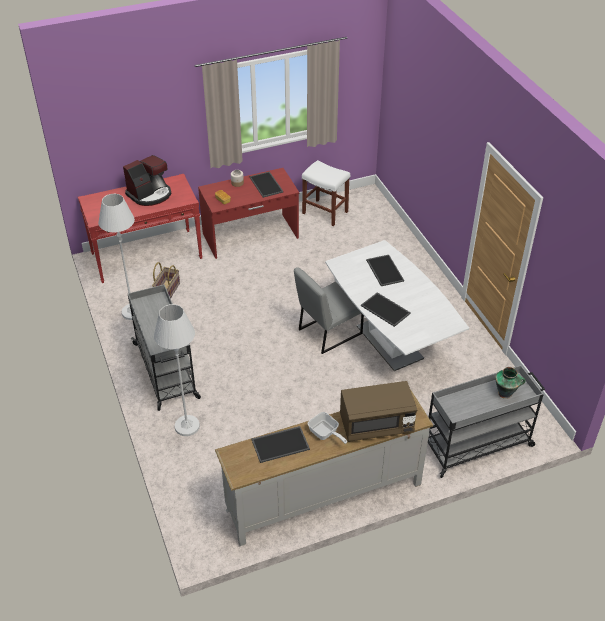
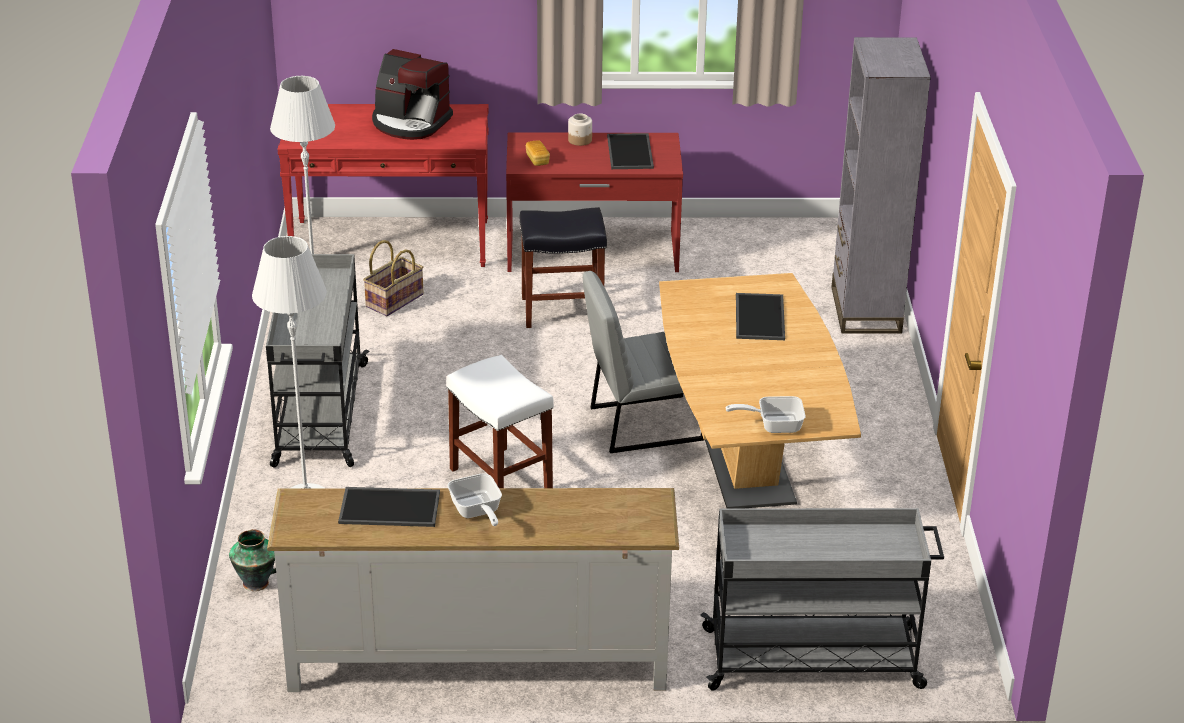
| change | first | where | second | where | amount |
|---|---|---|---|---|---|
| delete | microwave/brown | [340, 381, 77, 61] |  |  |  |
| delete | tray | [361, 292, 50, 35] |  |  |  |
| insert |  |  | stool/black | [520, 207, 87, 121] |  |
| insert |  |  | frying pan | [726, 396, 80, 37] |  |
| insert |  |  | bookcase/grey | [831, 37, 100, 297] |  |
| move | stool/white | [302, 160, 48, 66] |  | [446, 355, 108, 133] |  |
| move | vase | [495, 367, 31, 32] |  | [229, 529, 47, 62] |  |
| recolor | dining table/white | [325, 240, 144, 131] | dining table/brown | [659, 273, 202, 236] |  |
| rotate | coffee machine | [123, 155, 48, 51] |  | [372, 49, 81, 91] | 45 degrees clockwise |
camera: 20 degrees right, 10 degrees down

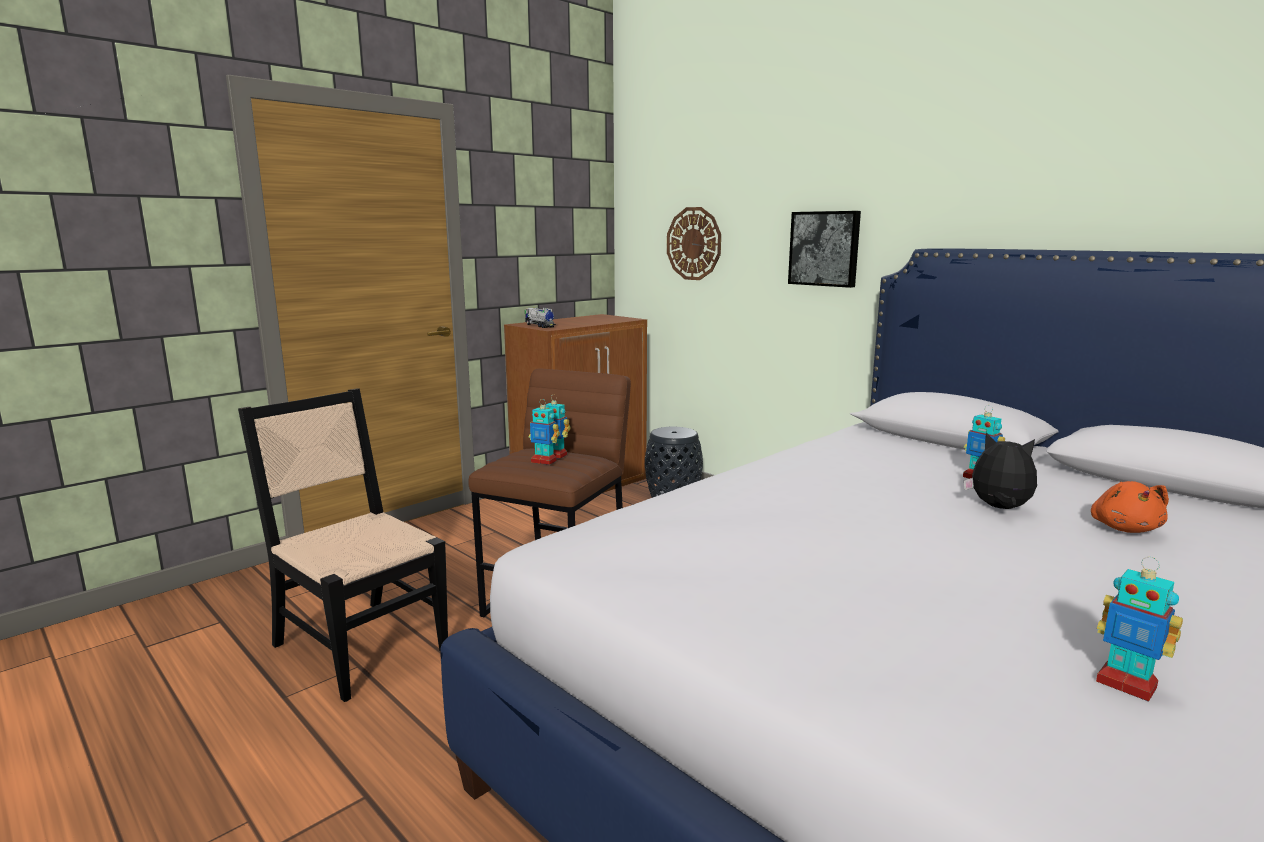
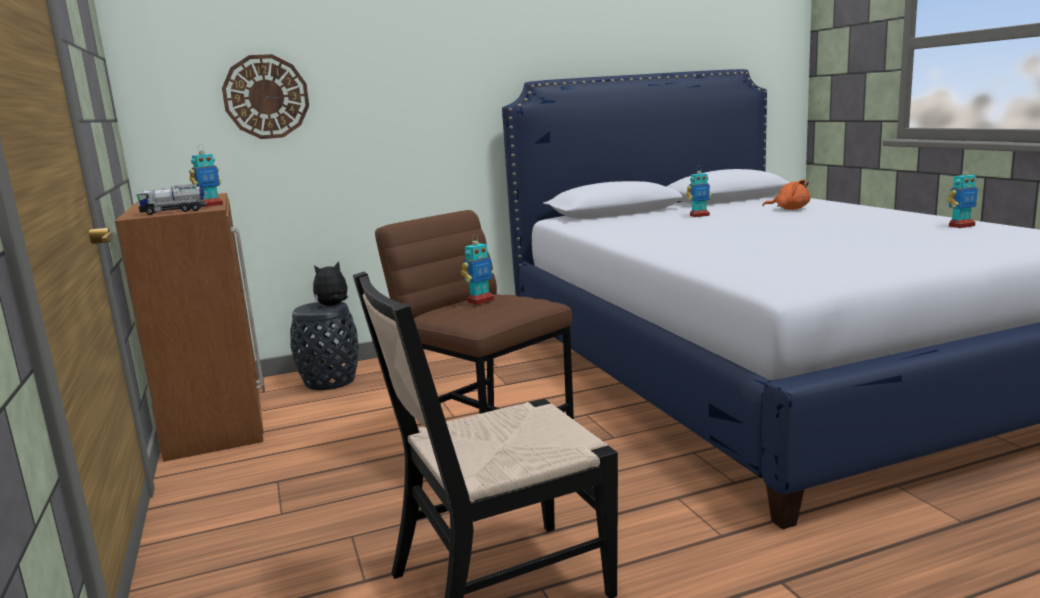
| change | first | where | second | where | amount |
|---|---|---|---|---|---|
| delete | picture | [788, 211, 73, 77] |  |  |  |
| move | toy robot | [529, 401, 31, 64] |  | [189, 145, 34, 62] |  |
| move | plush toy | [964, 433, 73, 76] |  | [313, 261, 35, 45] |  |
camera: 65 degrees left, 0 degrees up

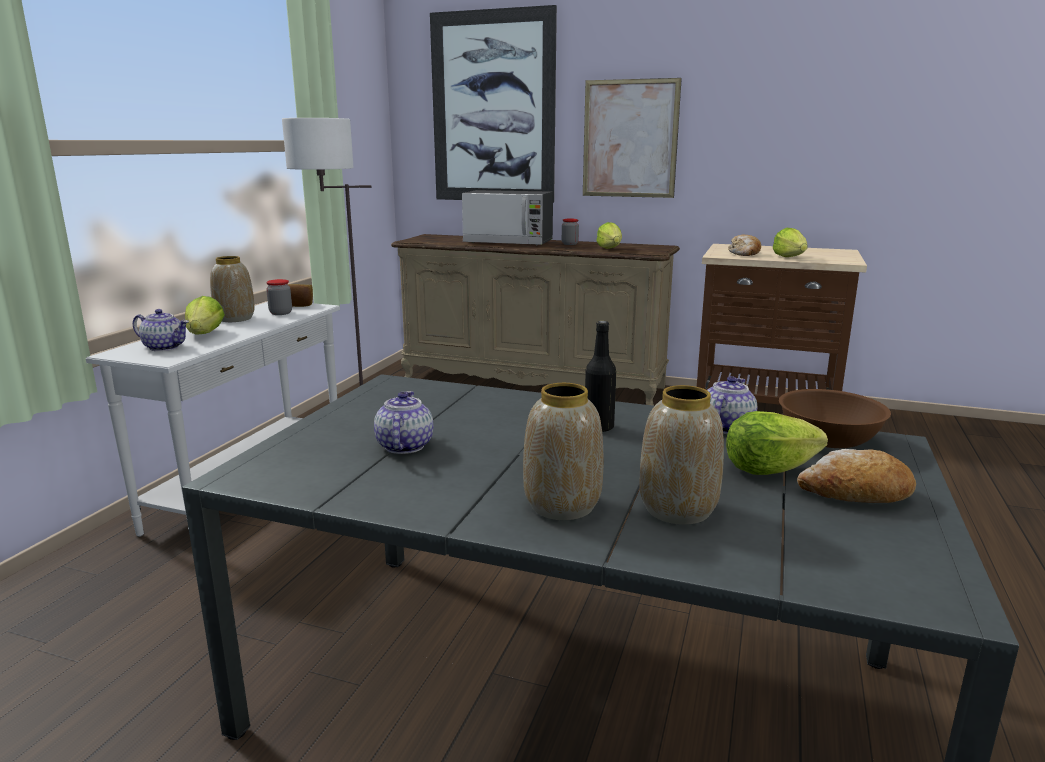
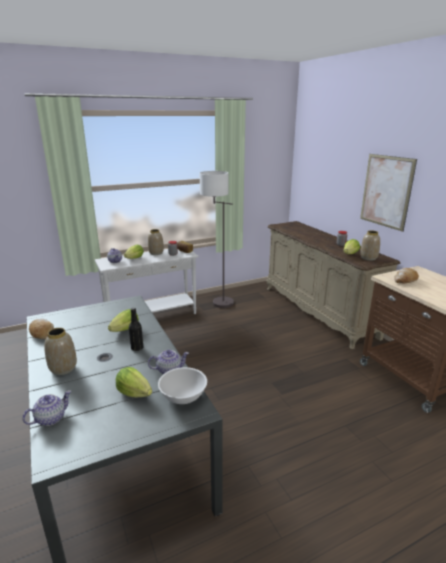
| change | first | where | second | where | amount |
|---|---|---|---|---|---|
| delete | picture | [430, 5, 127, 198] |  |  |  |
| delete | microwave | [462, 190, 91, 55] |  |  |  |
| move | teapot | [374, 391, 59, 63] |  | [22, 390, 49, 36] |  |
| move | vase | [640, 385, 84, 140] |  | [360, 230, 20, 31] |  |
| move | lettuce | [773, 228, 35, 29] |  | [108, 309, 31, 23] |  |
| move | bread | [797, 449, 119, 54] |  | [29, 319, 25, 20] |  |
| recolor | bowl/brown | [779, 389, 112, 59] | bowl/white | [158, 367, 49, 37] |  |
camera: 45 degrees right, 5 degrees up

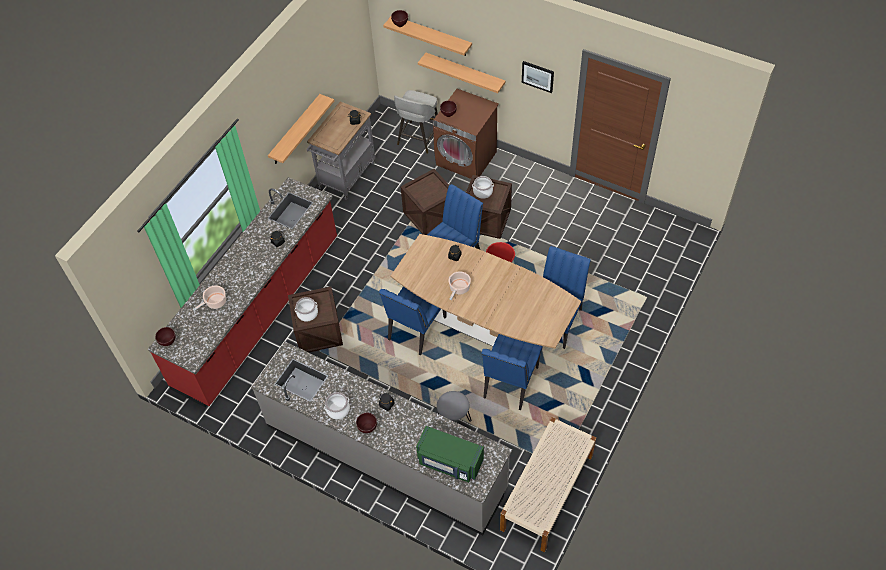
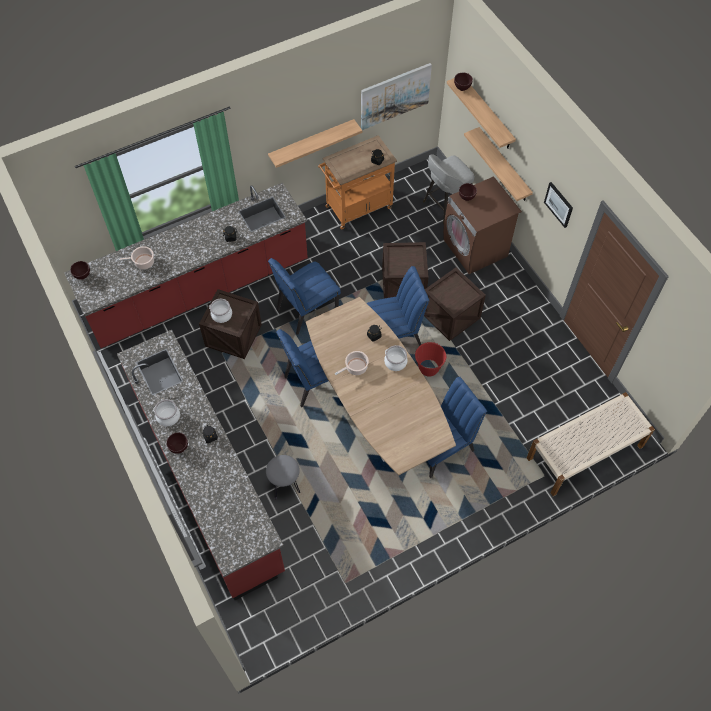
| change | first | where | second | where | amount |
|---|---|---|---|---|---|
| delete | microwave/green | [416, 426, 68, 57] |  |  |  |
| insert |  |  | picture | [361, 63, 71, 67] |  |
| move | cooking pot | [472, 176, 22, 23] |  | [384, 345, 24, 26] |  |
| move | chair/blue | [482, 334, 61, 76] |  | [268, 258, 73, 77] |  |
| move | bench/beige | [500, 417, 97, 136] |  | [526, 392, 129, 104] |  |
| recolor | counter/grey | [251, 342, 261, 193] | counter/red | [117, 330, 168, 270] |  |
| recolor | cart/grey | [306, 102, 69, 98] | cart/orange | [318, 135, 79, 94] |  |
camera: 30 degrees right, 5 degrees up

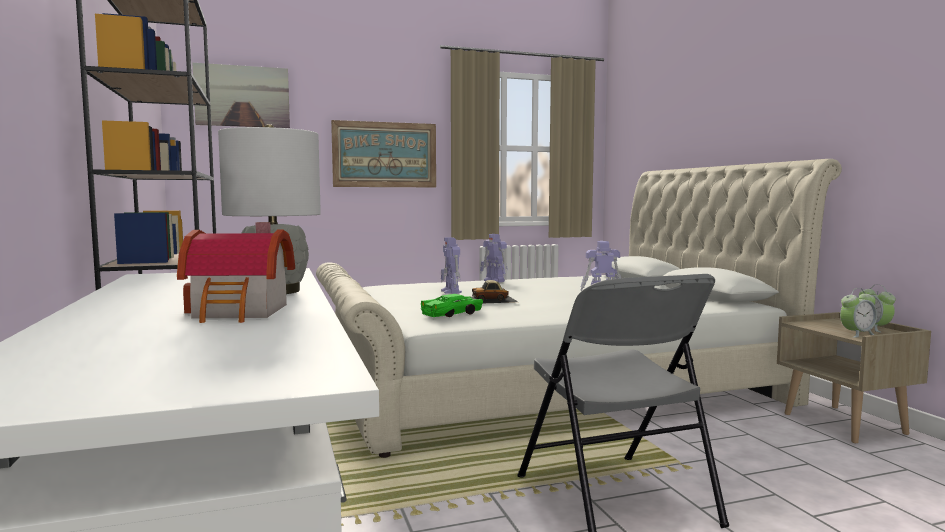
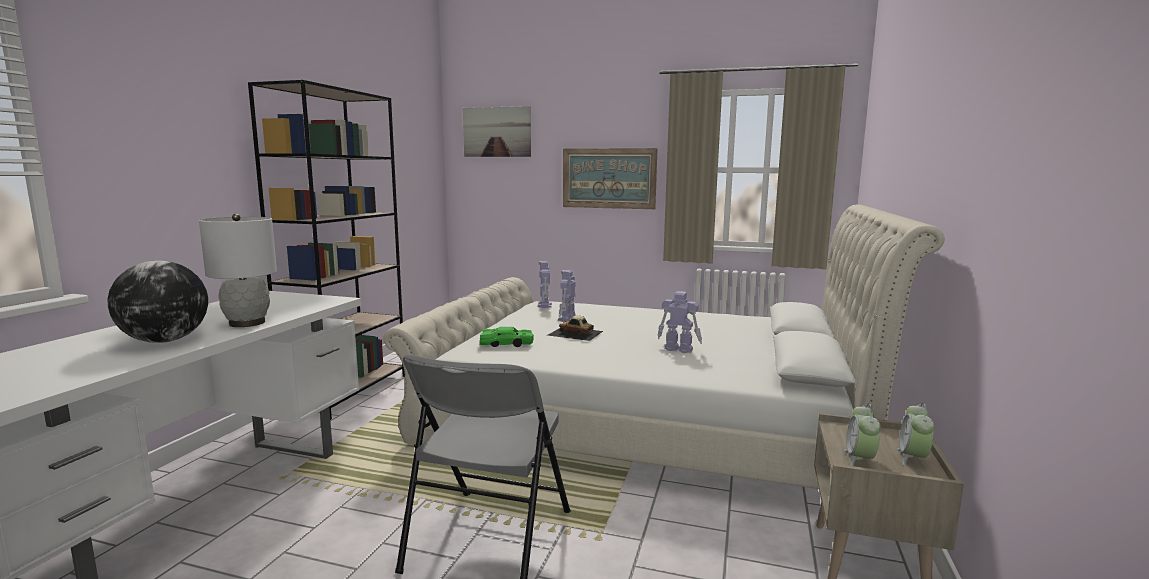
| change | first | where | second | where | amount |
|---|---|---|---|---|---|
| move | toy robot | [480, 234, 28, 48] |  | [538, 261, 14, 47] |  |
| replace | toy house | [177, 222, 118, 101] | globe | [108, 260, 100, 83] |  |
| rotate | alarm clock | [840, 288, 37, 50] |  | [844, 403, 37, 63] | 90 degrees clockwise |
camera: 35 degrees right, 5 degrees up

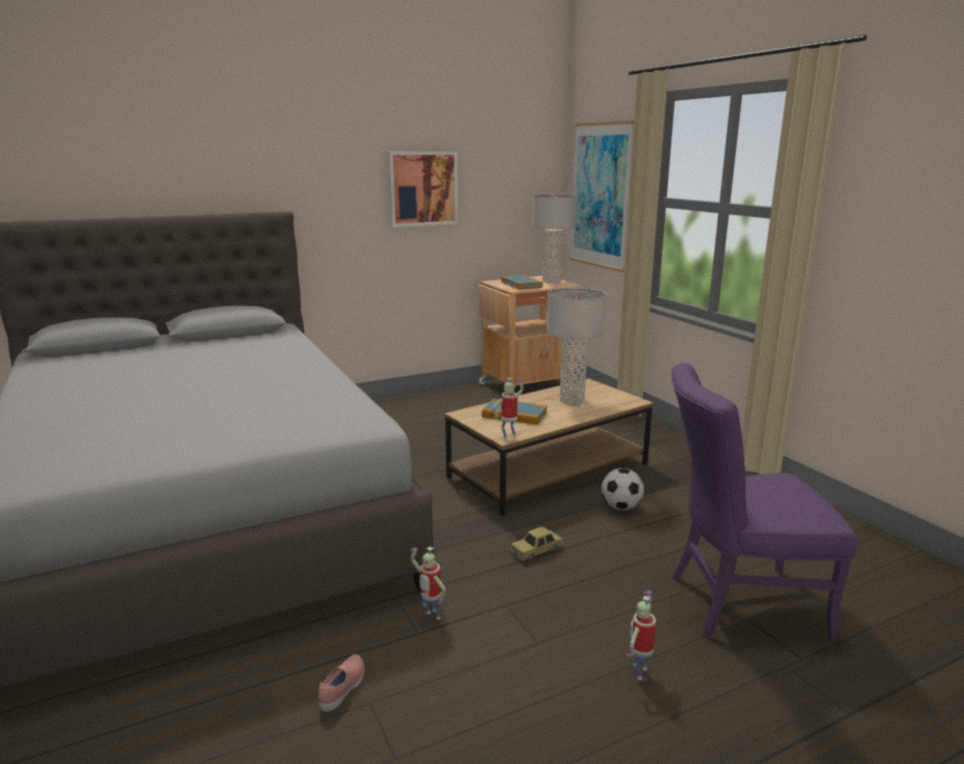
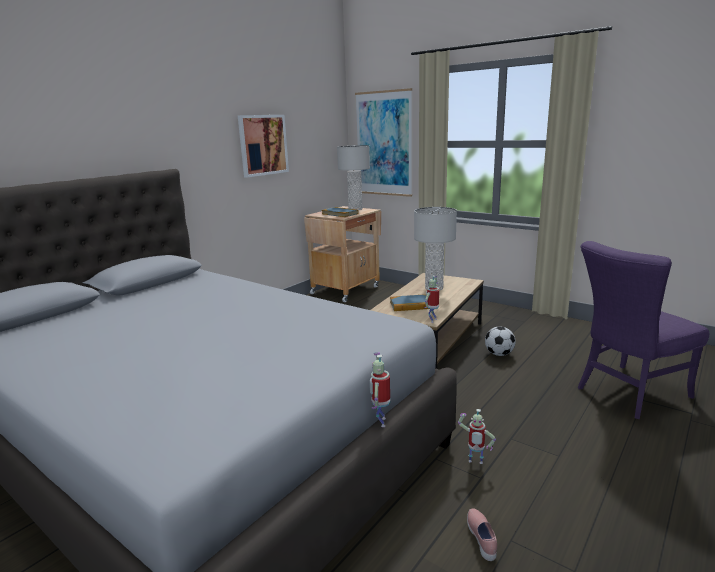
| change | first | where | second | where | amount |
|---|---|---|---|---|---|
| delete | toy car | [511, 527, 52, 34] |  |  |  |
| move | toy robot | [626, 590, 30, 90] |  | [370, 352, 20, 75] |  |
camera: 25 degrees left, 0 degrees up

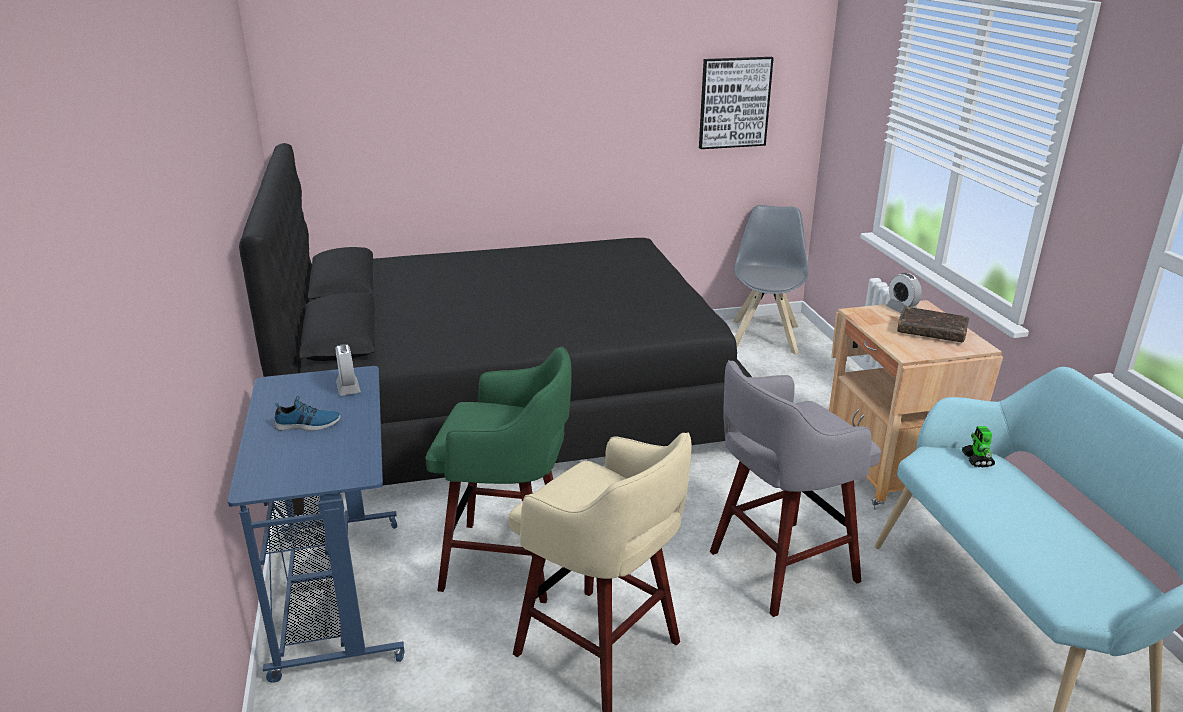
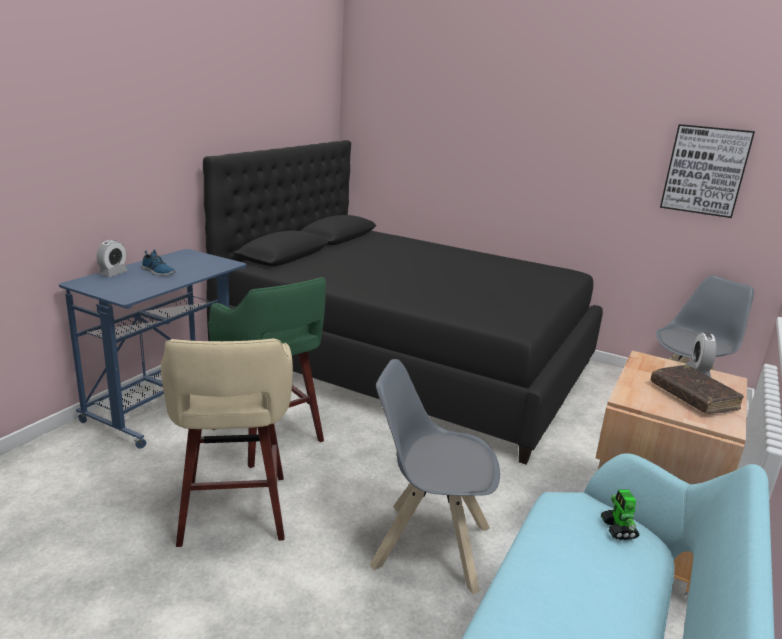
| change | first | where | second | where | amount |
|---|---|---|---|---|---|
| move | alarm clock | [335, 344, 26, 52] |  | [97, 240, 31, 37] |  |
| replace | stool/grey | [710, 360, 171, 257] | chair/grey | [370, 359, 130, 235] |  |
| rotate | toy robot | [962, 426, 33, 41] |  | [601, 490, 38, 50] | 45 degrees counterclockwise |
camera: 40 degrees right, 5 degrees down

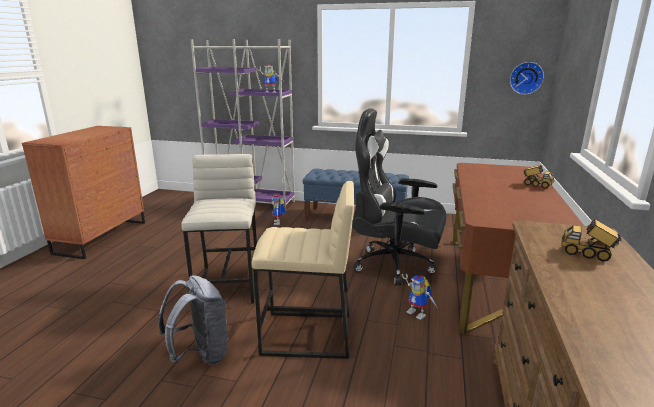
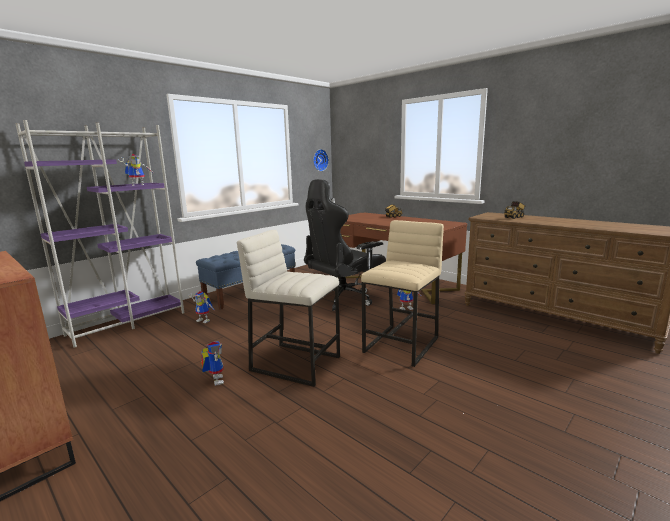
| change | first | where | second | where | amount |
|---|---|---|---|---|---|
| delete | backpack/grey | [158, 275, 71, 90] |  |  |  |
| insert |  |  | toy robot | [201, 341, 23, 45] |  |
camera: 60 degrees left, 5 degrees down

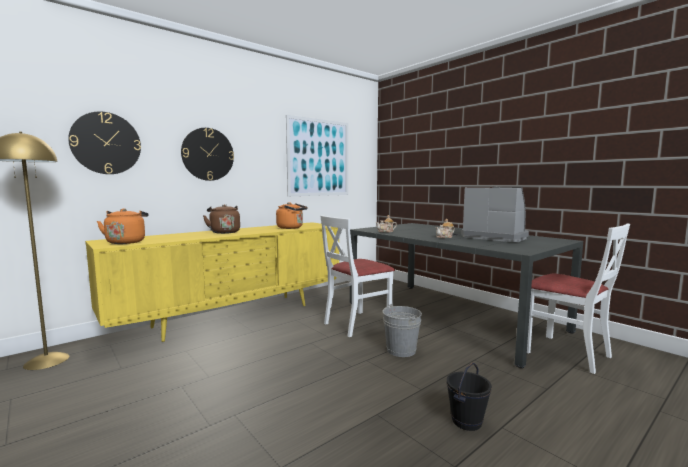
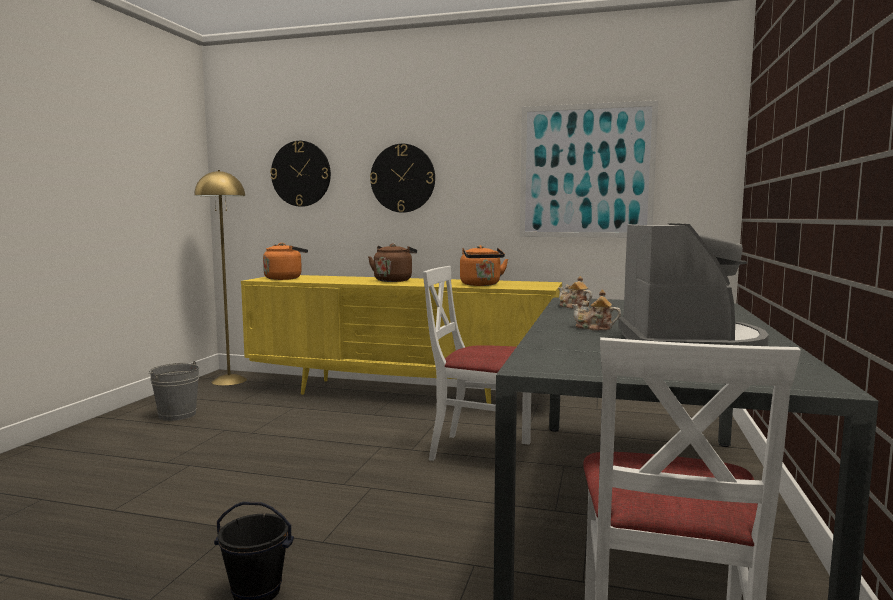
| change | first | where | second | where | amount |
|---|---|---|---|---|---|
| move | bucket/grey | [383, 304, 39, 53] |  | [149, 361, 50, 60] |  |
camera: 55 degrees right, 0 degrees up

